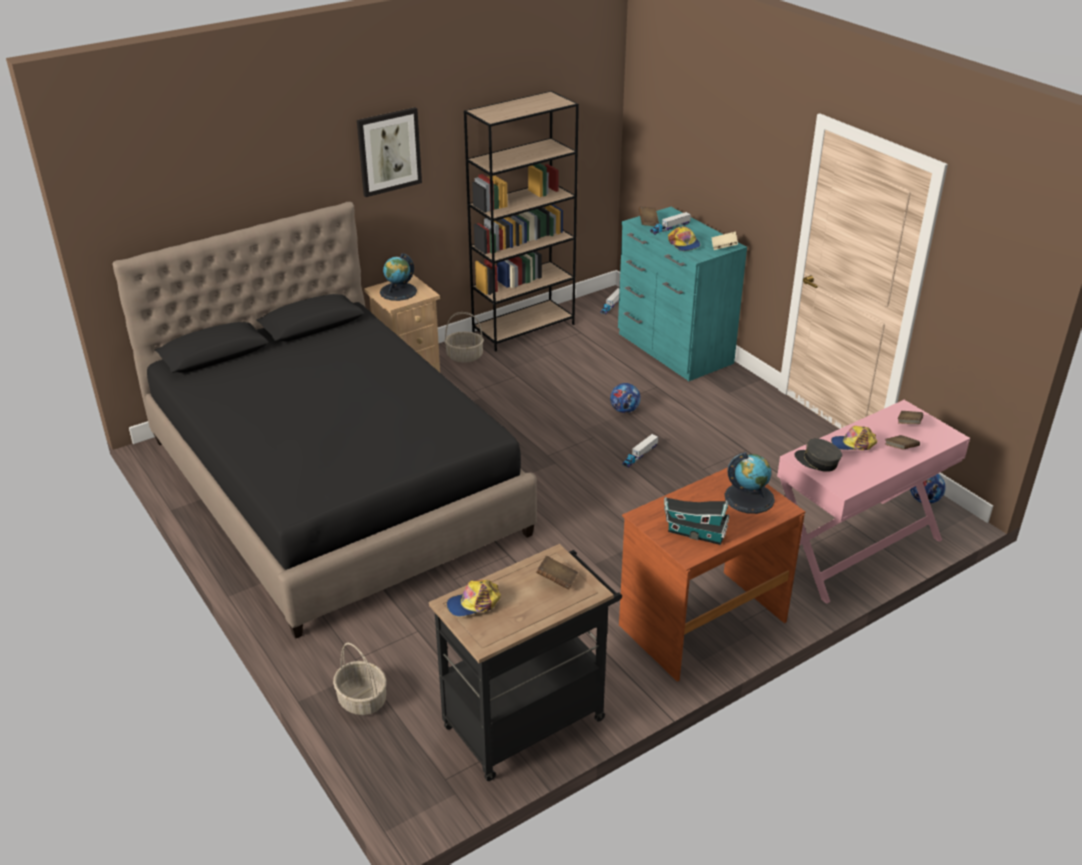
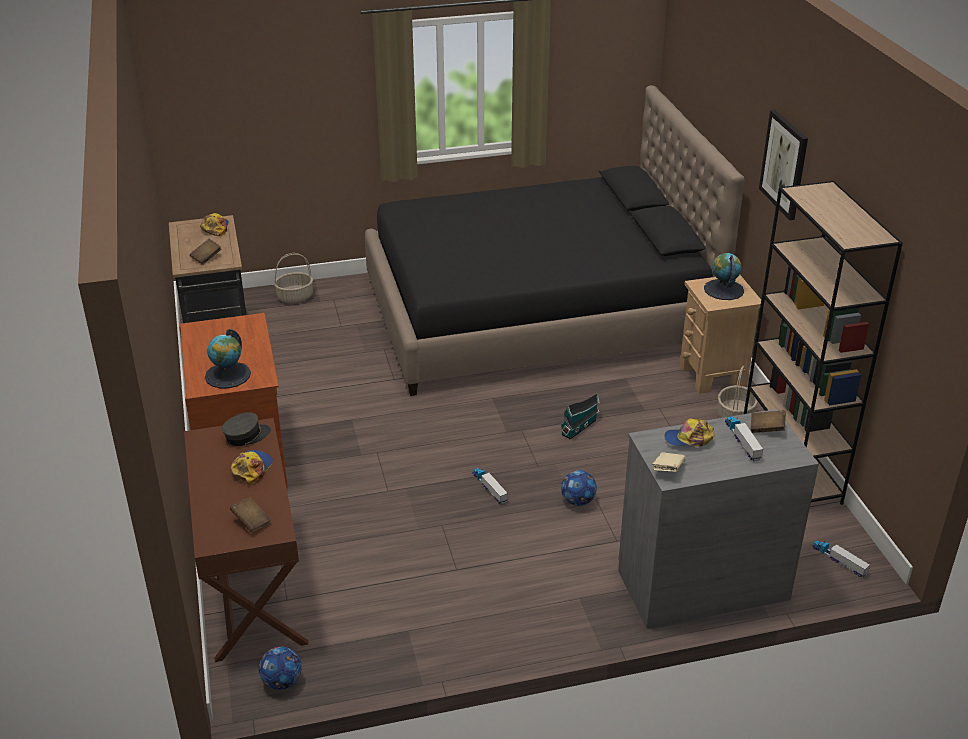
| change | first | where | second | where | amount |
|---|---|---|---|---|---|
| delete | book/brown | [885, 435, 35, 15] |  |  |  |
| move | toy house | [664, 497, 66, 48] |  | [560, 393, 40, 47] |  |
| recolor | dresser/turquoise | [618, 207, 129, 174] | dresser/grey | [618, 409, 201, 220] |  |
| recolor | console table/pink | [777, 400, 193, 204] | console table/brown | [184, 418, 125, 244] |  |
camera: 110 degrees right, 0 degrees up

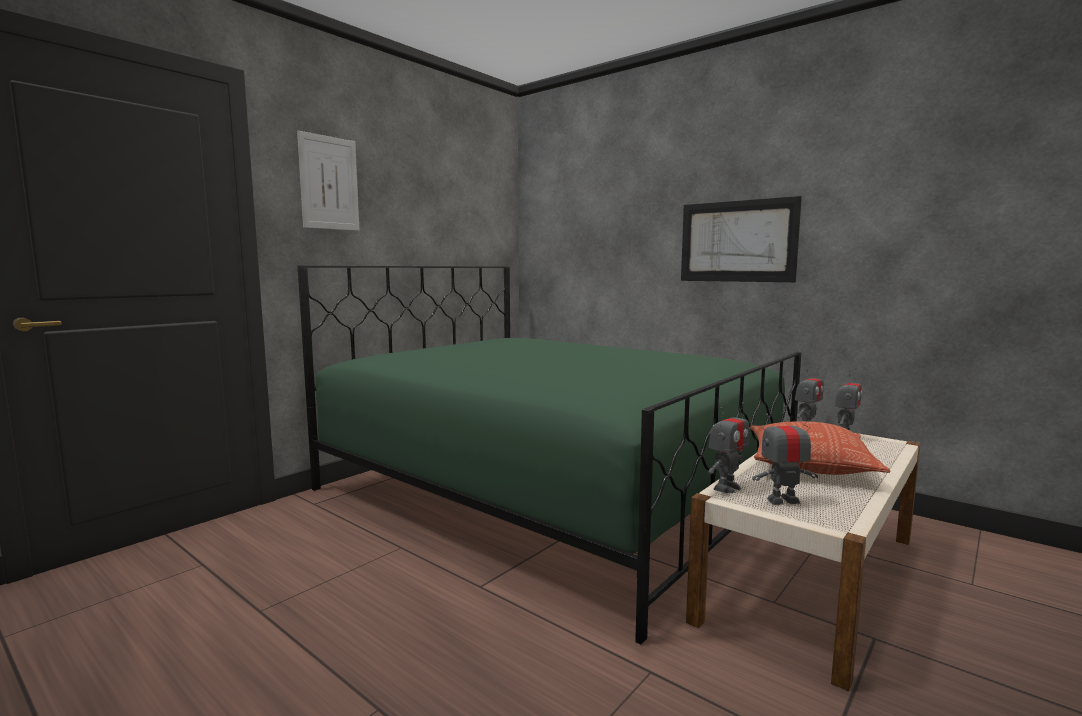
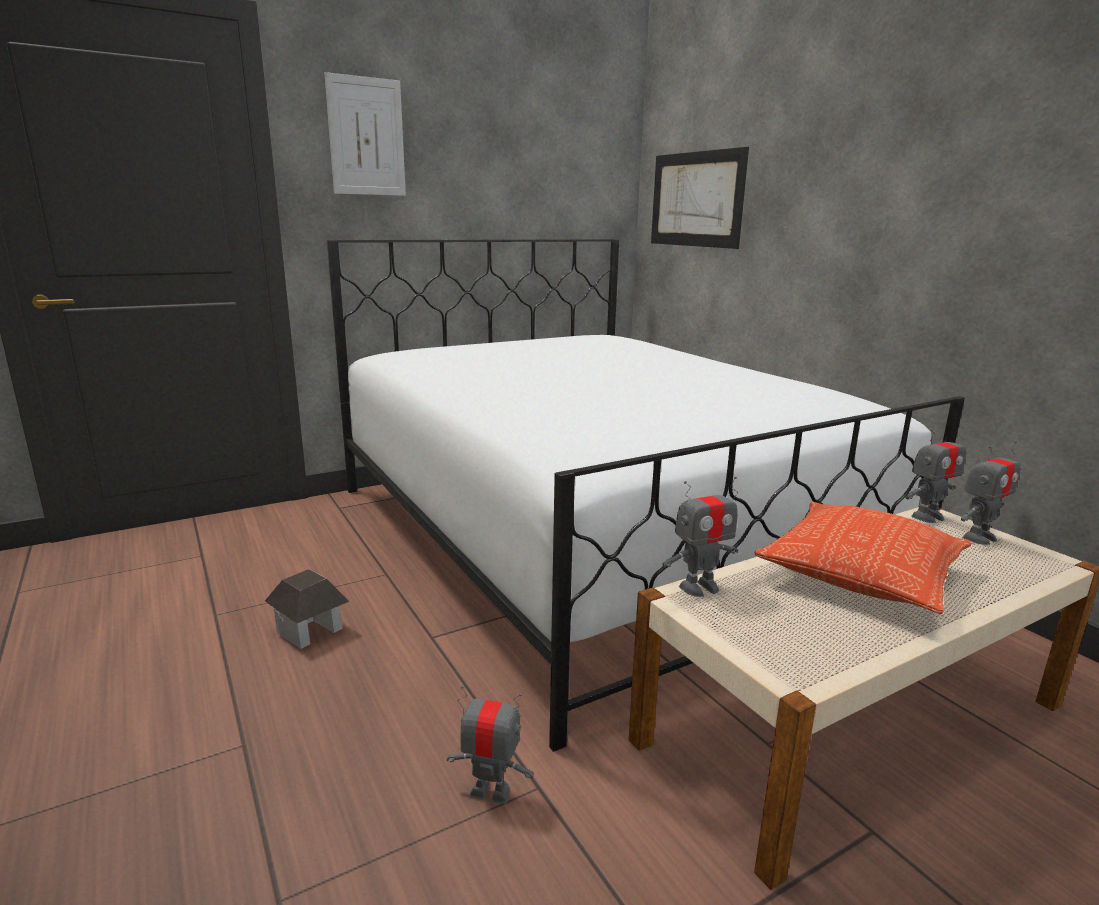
| change | first | where | second | where | amount |
|---|---|---|---|---|---|
| insert |  |  | toy house | [265, 569, 85, 80] |  |
| move | picture | [681, 196, 121, 86] |  | [651, 147, 98, 102] |  |
| move | toy robot | [752, 410, 66, 95] |  | [447, 686, 87, 118] |  |
| recolor | bed/green | [298, 266, 503, 379] | bed/white | [327, 239, 638, 513] |  |
camera: 20 degrees right, 10 degrees up

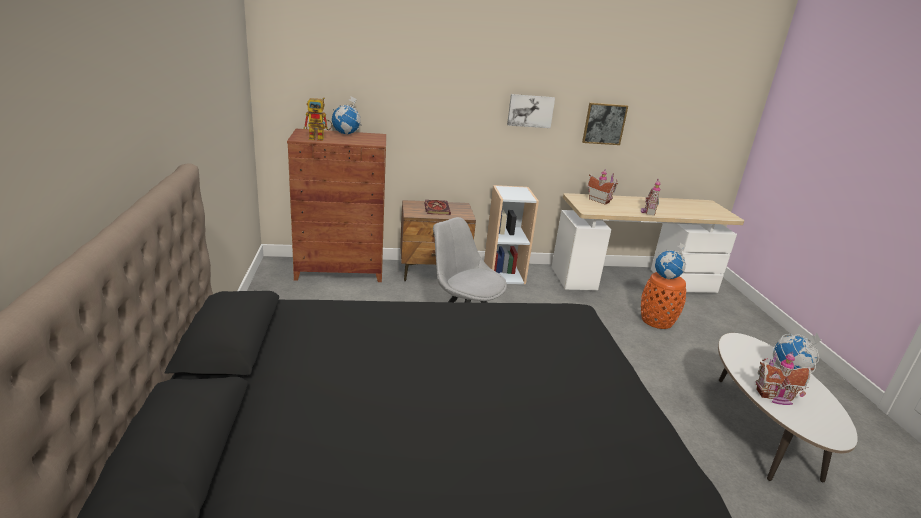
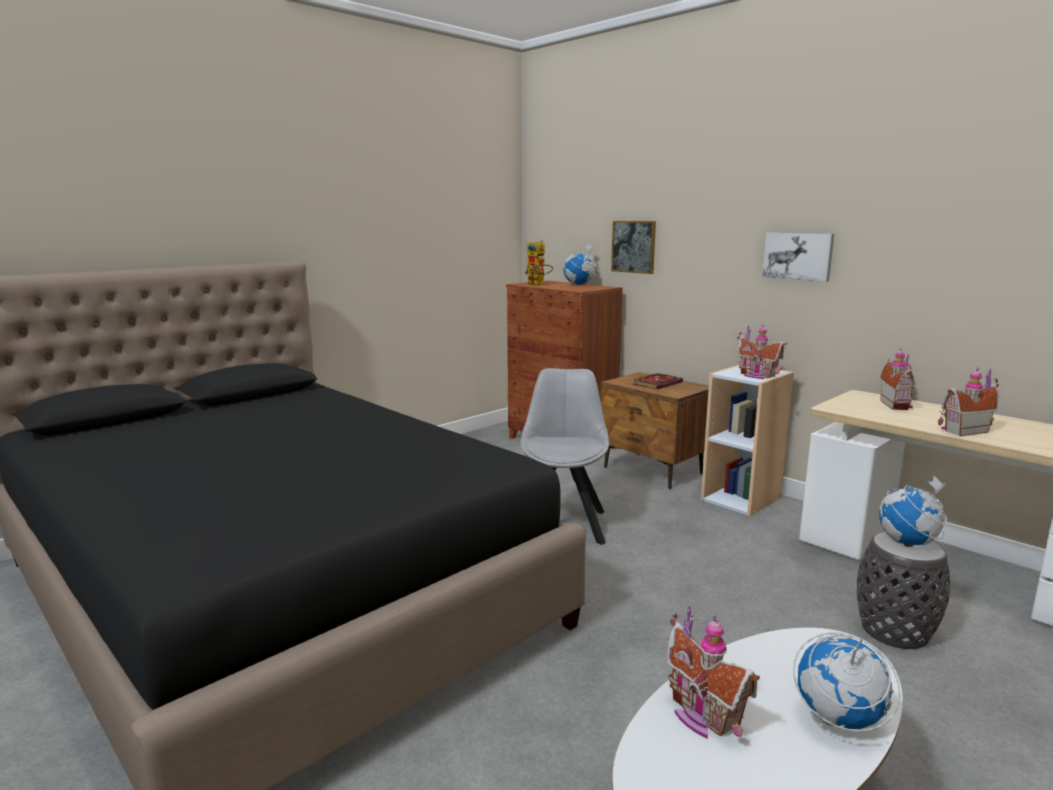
| change | first | where | second | where | amount |
|---|---|---|---|---|---|
| insert |  |  | toy house | [737, 324, 50, 55] |  |
| move | picture | [582, 102, 46, 43] |  | [611, 221, 45, 53] |  |
| recolor | stool/orange | [641, 272, 45, 57] | stool/grey | [857, 532, 93, 117] |  |
camera: 55 degrees right, 10 degrees down

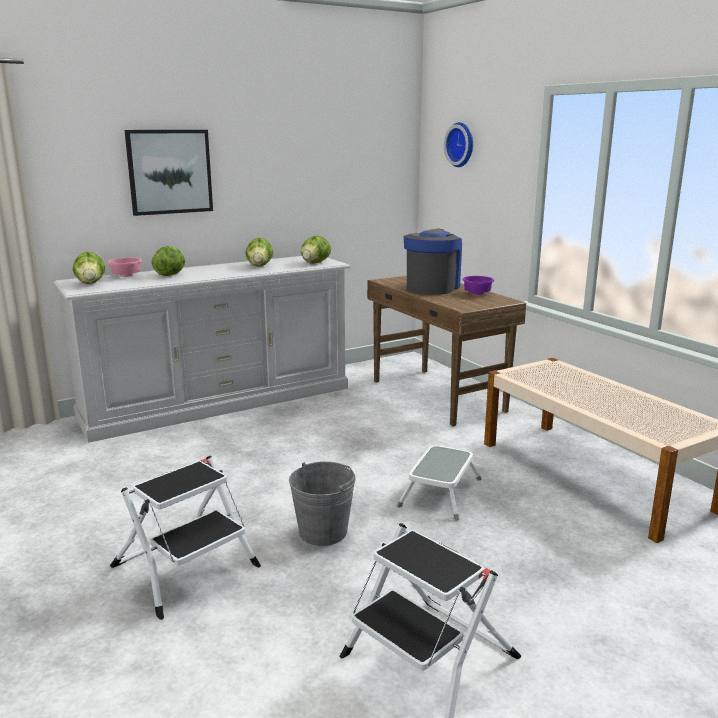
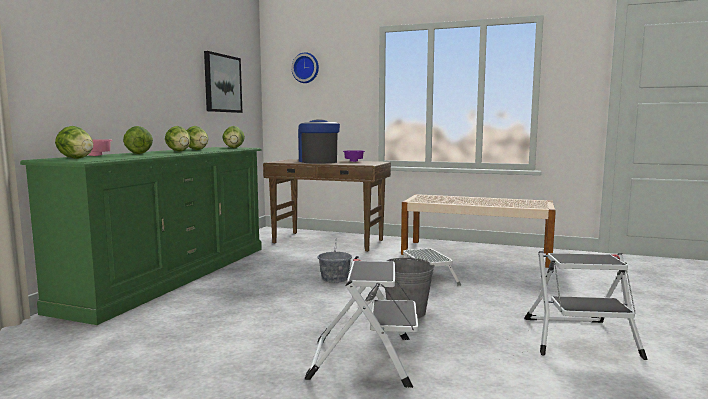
| change | first | where | second | where | amount |
|---|---|---|---|---|---|
| insert |  |  | lettuce | [165, 126, 26, 26] |  |
| insert |  |  | bucket/grey | [318, 238, 34, 45] |  |
| move | picture | [125, 130, 88, 86] |  | [204, 51, 38, 62] |  |
| recolor | cabinet/white | [54, 256, 297, 187] | cabinet/green | [20, 147, 242, 178] |  |
camera: 40 degrees left, 10 degrees down

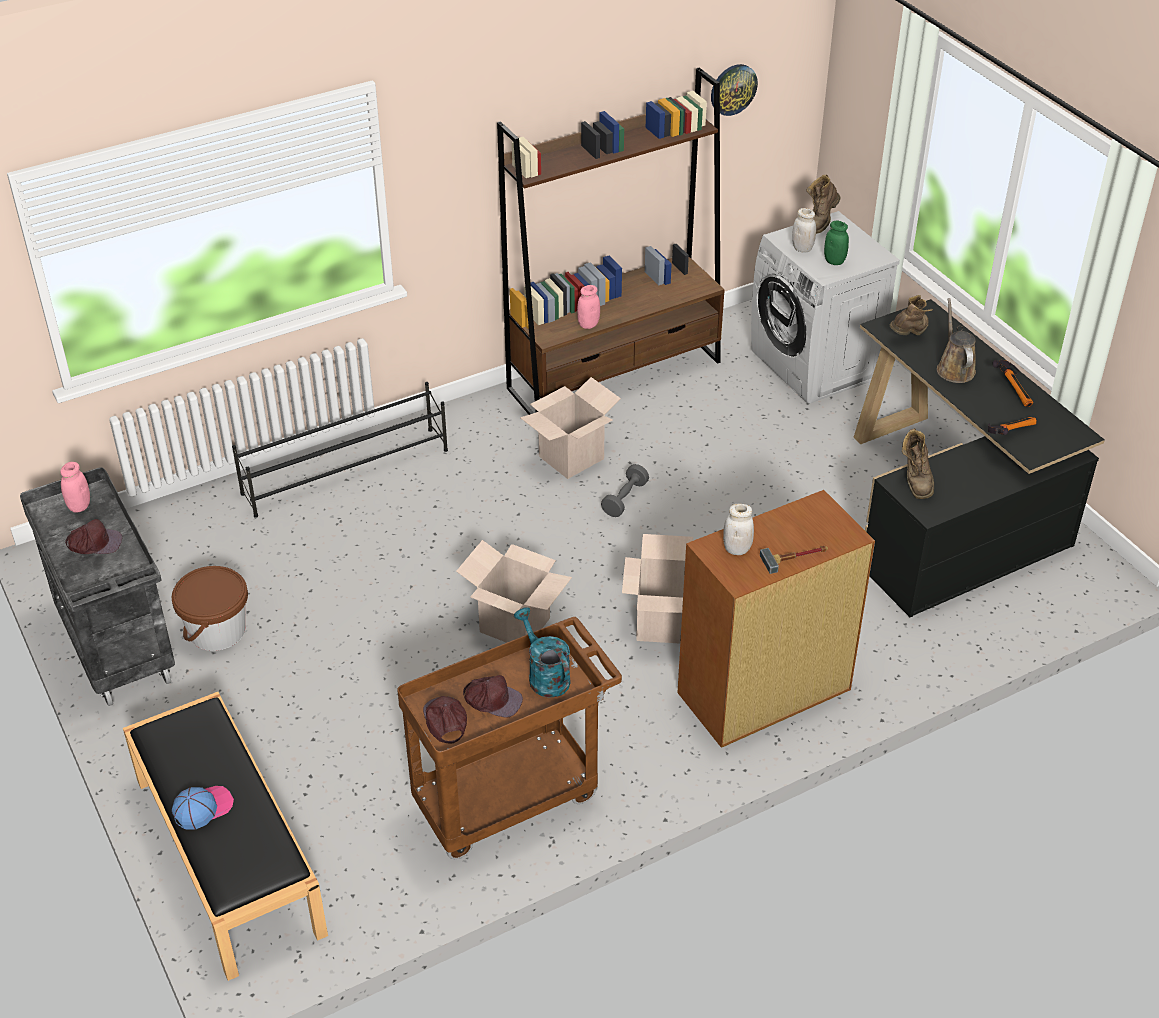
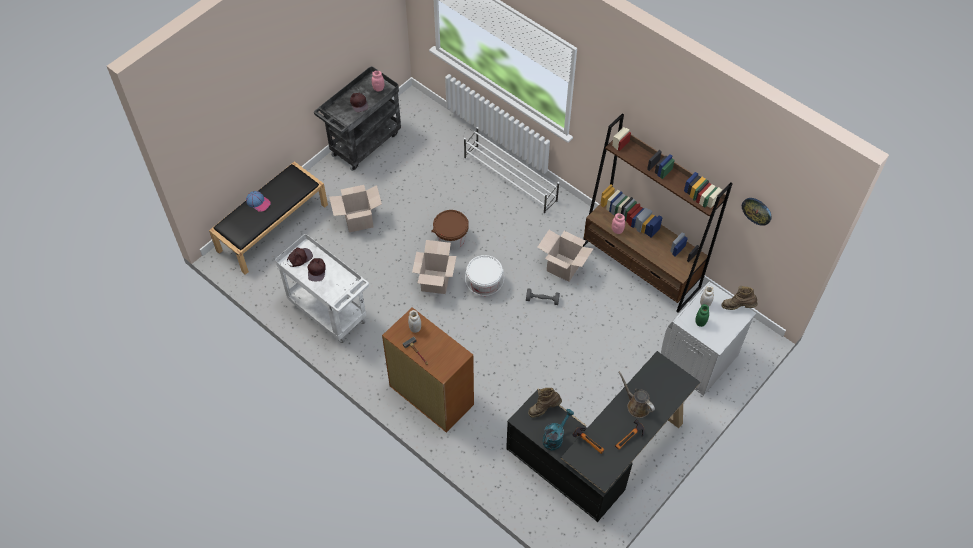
| change | first | where | second | where | amount |
|---|---|---|---|---|---|
| delete | boot/brown | [889, 295, 44, 40] |  |  |  |
| insert |  |  | bucket/white | [465, 255, 39, 41] |  |
| move | bucket/brown | [172, 566, 76, 85] |  | [431, 210, 38, 40] |  |
| move | watering can/turquoise | [514, 607, 57, 91] |  | [542, 409, 32, 41] |  |
| move | cardboard box | [622, 534, 71, 110] |  | [329, 185, 53, 47] |  |
| recolor | shoe rack/black | [232, 382, 216, 136] | shoe rack/white | [464, 127, 95, 87] |  |
| recolor | cart/brown | [397, 617, 225, 242] | cart/white | [275, 234, 94, 109] |  |
| rotate | watering can/brown | [937, 298, 39, 85] |  | [619, 371, 36, 47] | 105 degrees counterclockwise |
camera: 70 degrees right, 15 degrees up

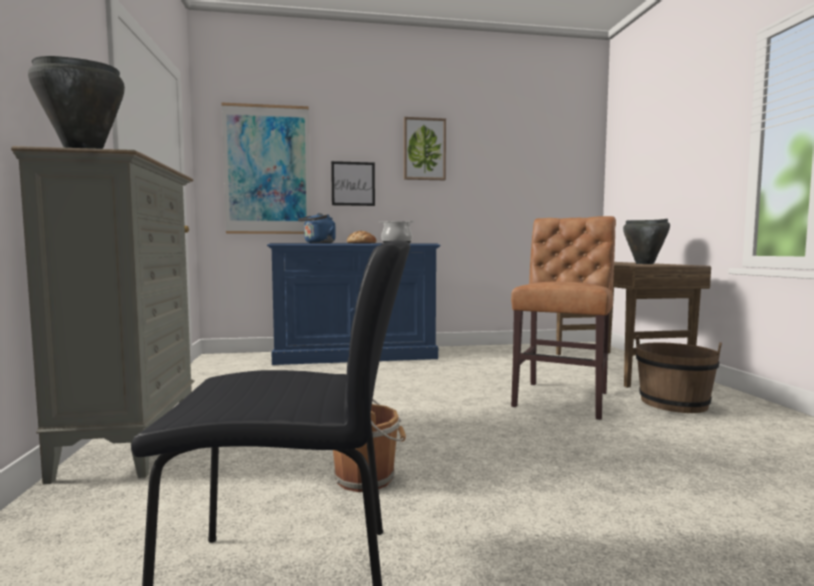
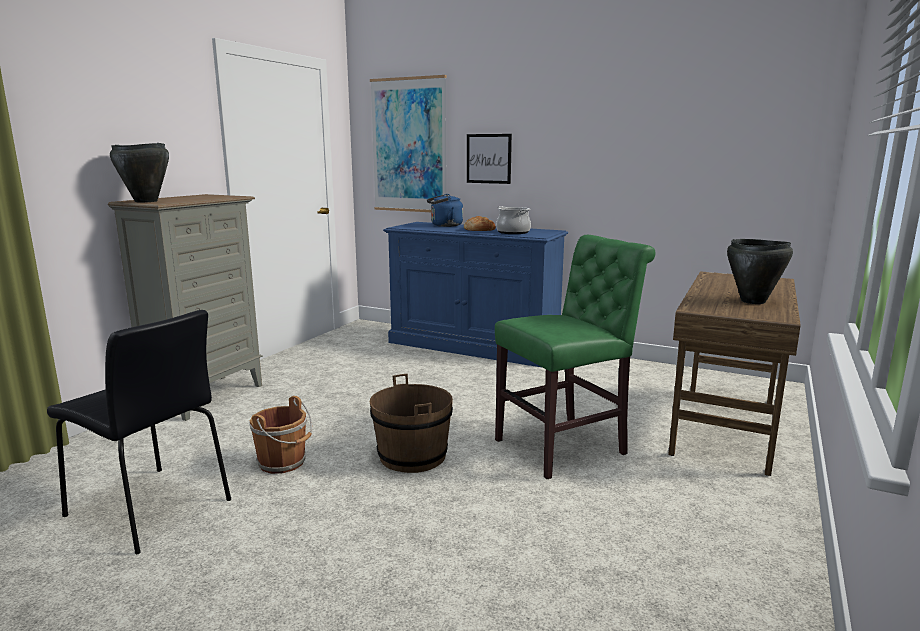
| change | first | where | second | where | amount |
|---|---|---|---|---|---|
| delete | picture | [404, 117, 42, 63] |  |  |  |
| move | bucket/brown | [635, 335, 87, 78] |  | [370, 374, 83, 99] |  |
| recolor | chair/brown | [511, 216, 105, 204] | chair/green | [495, 235, 160, 244] |  |
camera: 35 degrees right, 10 degrees up

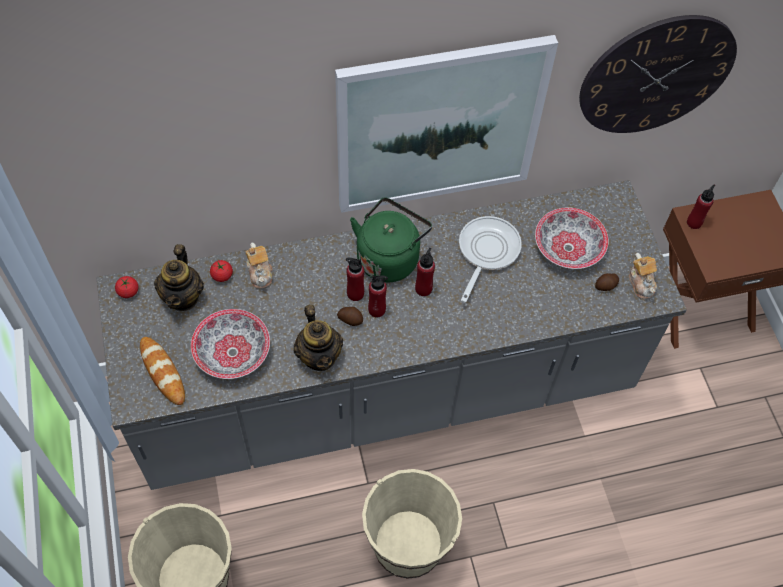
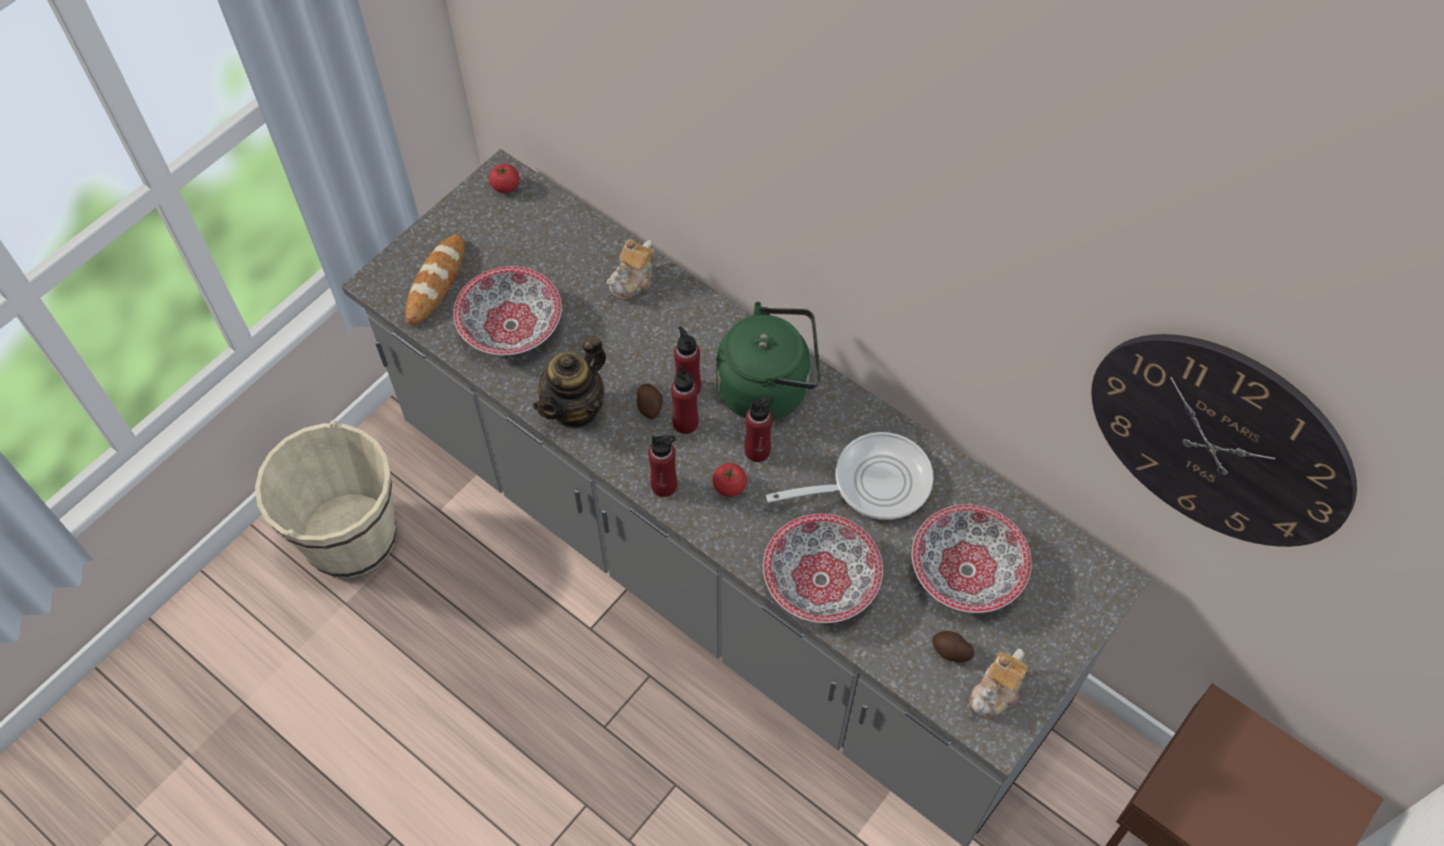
| change | first | where | second | where | amount |
|---|---|---|---|---|---|
| delete | teapot | [154, 244, 50, 67] |  |  |  |
| delete | picture | [335, 35, 223, 178] |  |  |  |
| delete | bucket/beige | [362, 469, 100, 110] |  |  |  |
| insert |  |  | bowl | [763, 514, 120, 109] |  |
| move | tomato | [210, 260, 23, 22] |  | [712, 463, 35, 34] |  |
| move | bottle/red | [687, 185, 28, 44] |  | [648, 435, 29, 62] |  |
camera: 55 degrees right, 0 degrees up

